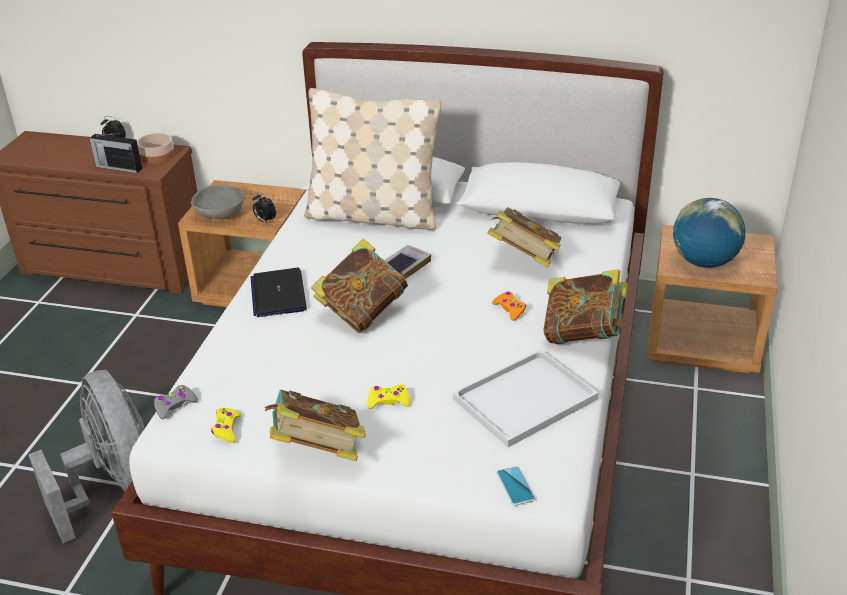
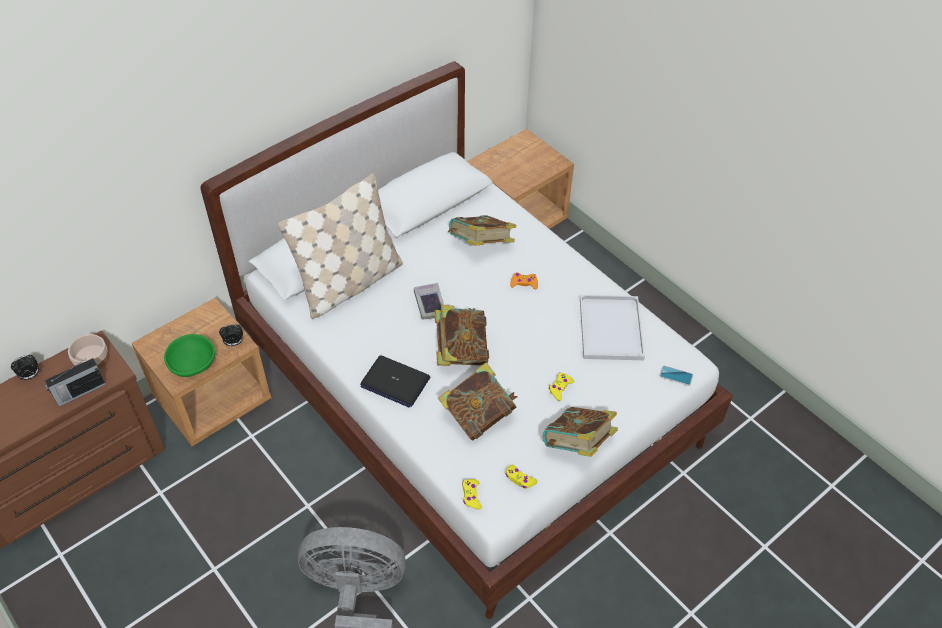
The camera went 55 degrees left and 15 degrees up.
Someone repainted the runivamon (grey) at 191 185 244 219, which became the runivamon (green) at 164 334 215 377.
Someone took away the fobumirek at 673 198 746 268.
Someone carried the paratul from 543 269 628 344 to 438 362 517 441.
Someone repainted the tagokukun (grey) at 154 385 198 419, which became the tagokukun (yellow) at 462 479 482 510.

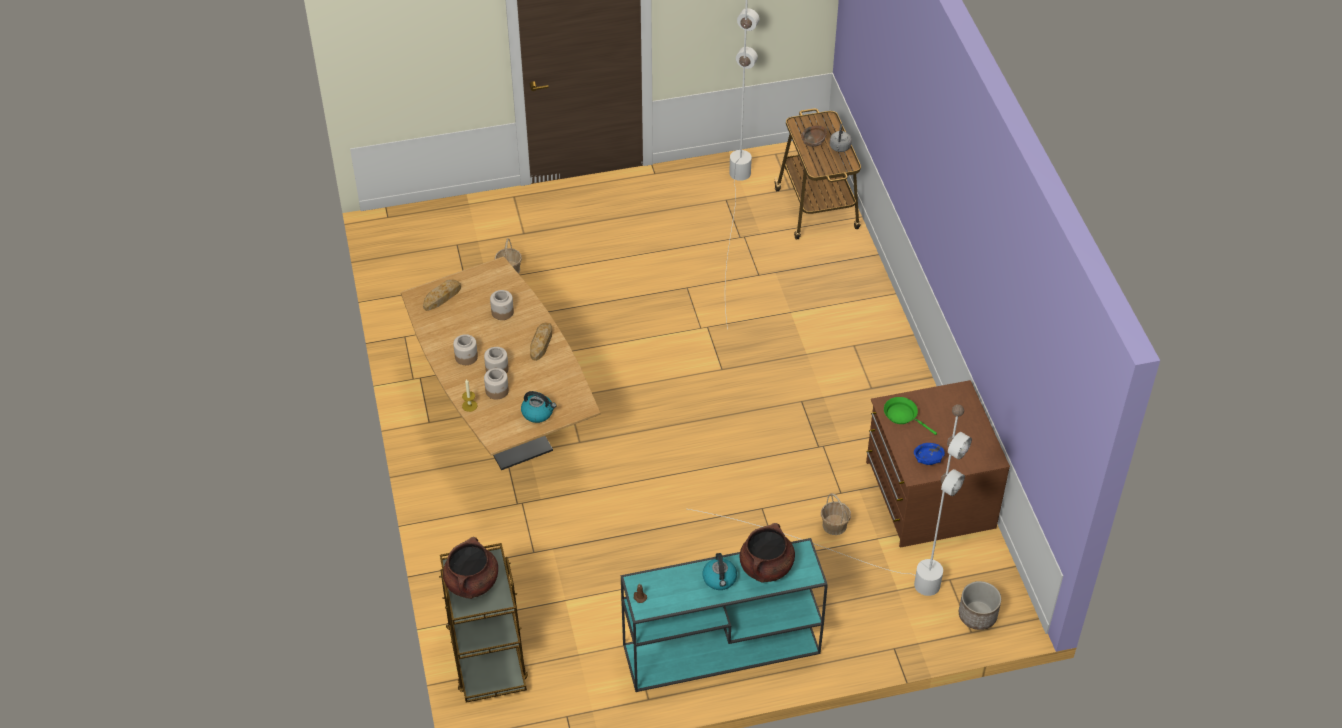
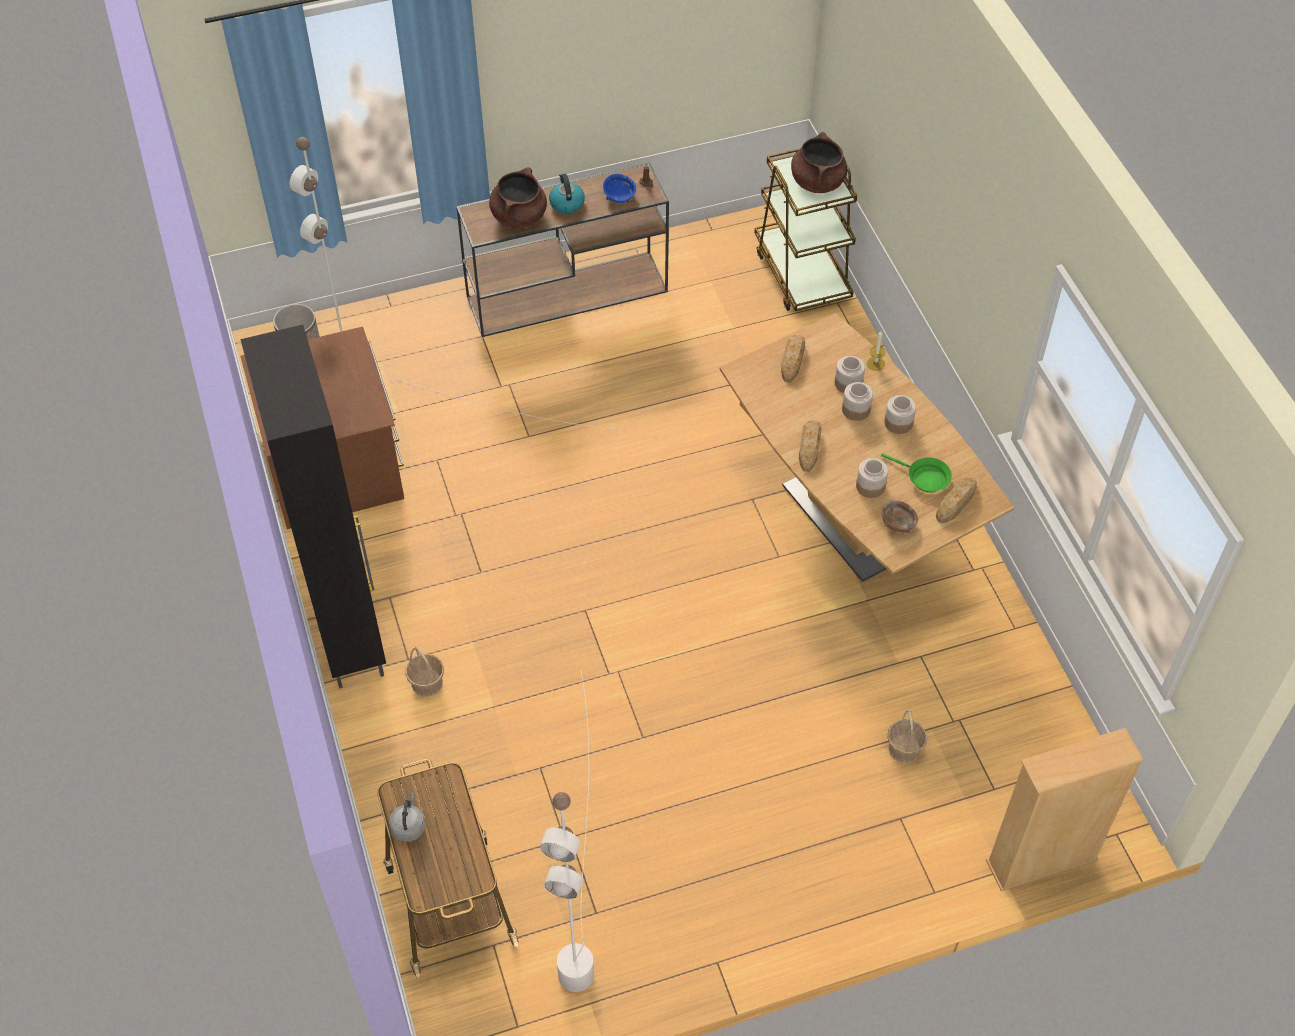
The camera went 175 degrees right and 5 degrees up.
Someone carried the runivamon (brown) from 801 125 827 147 to 882 500 918 534.
Someone swapped the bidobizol at 521 391 556 423 for the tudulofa at 781 335 805 383.
Someone carried the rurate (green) from 884 397 937 435 to 881 453 952 493.
Someone carried the runivamon (blue) from 914 443 945 465 to 603 174 636 203.
Someone carried the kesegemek from 821 493 851 535 to 405 647 444 697.
Someone repainted the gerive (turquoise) at 621 538 828 692, which became the gerive (brown) at 456 162 669 337.
Someone put down the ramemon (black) at 240 325 386 689.
Someone put down the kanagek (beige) at 986 728 1144 891.

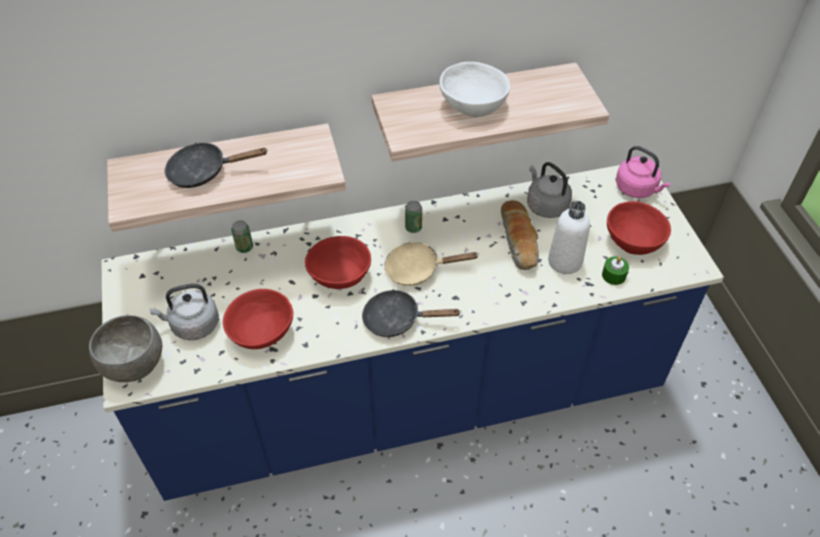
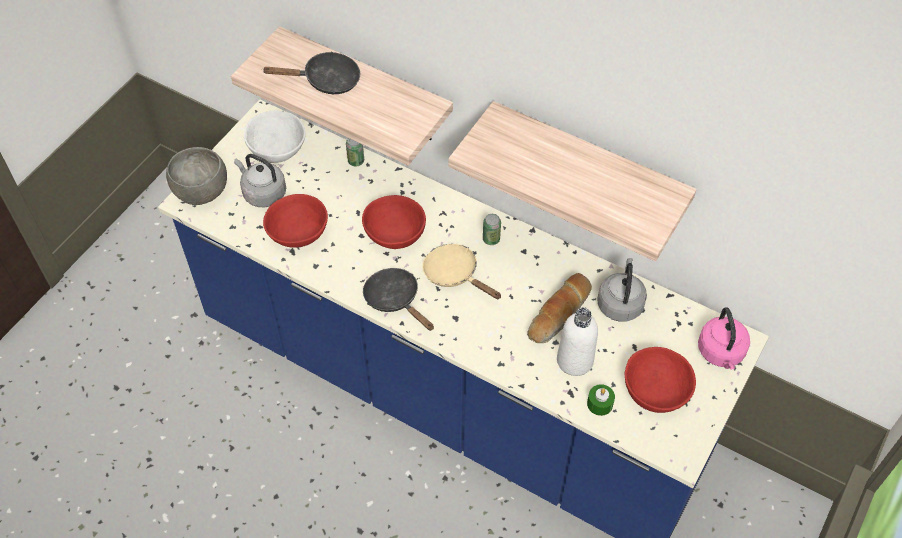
The camera went 45 degrees right and 5 degrees up.
Someone carried the runivamon (white) from 439 62 510 117 to 244 110 305 163.
Someone rotated the rurate (black) at 165 143 267 188 by 135 degrees clockwise.

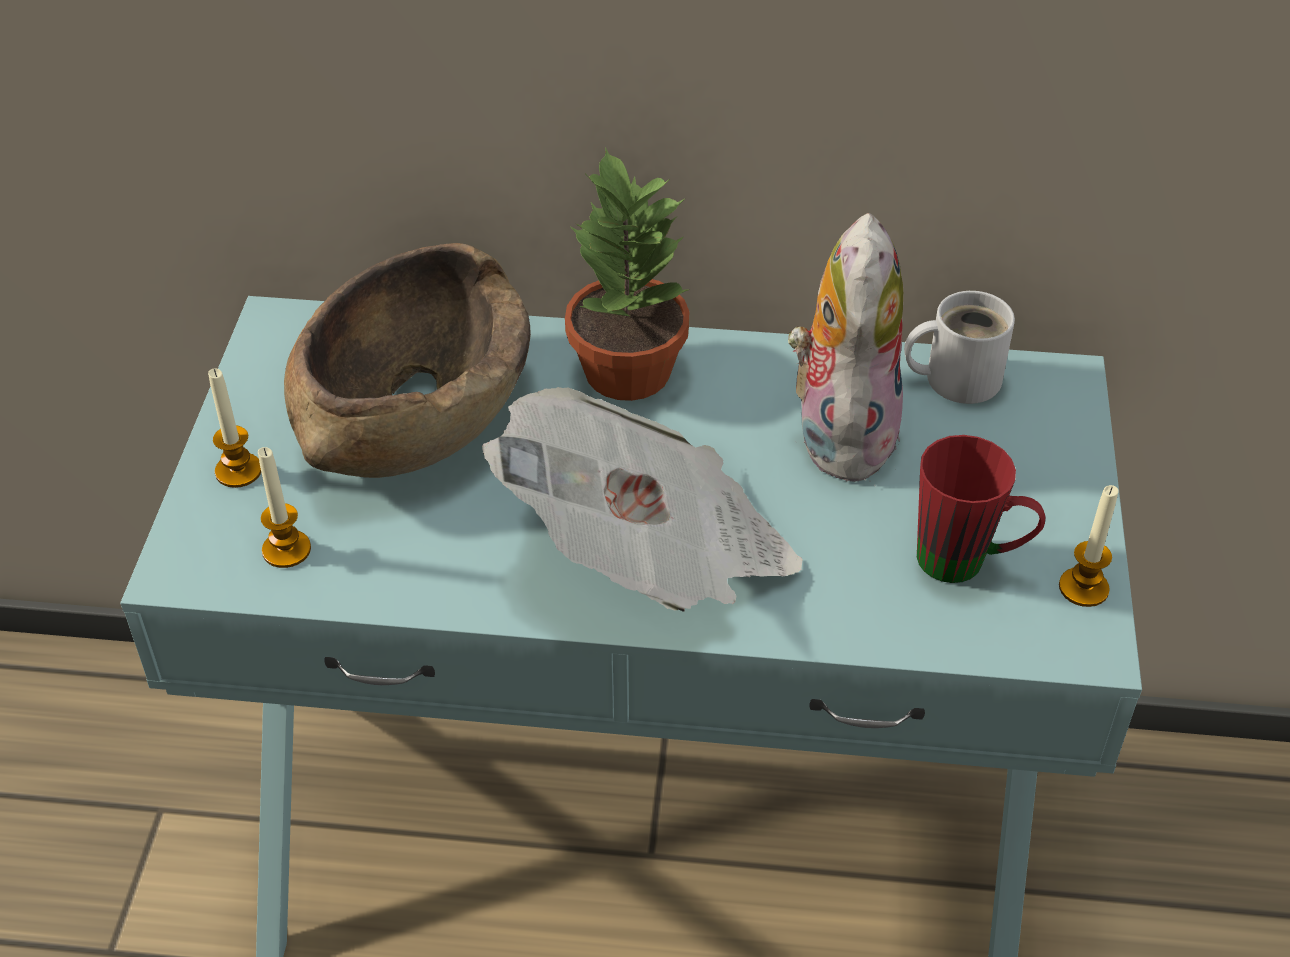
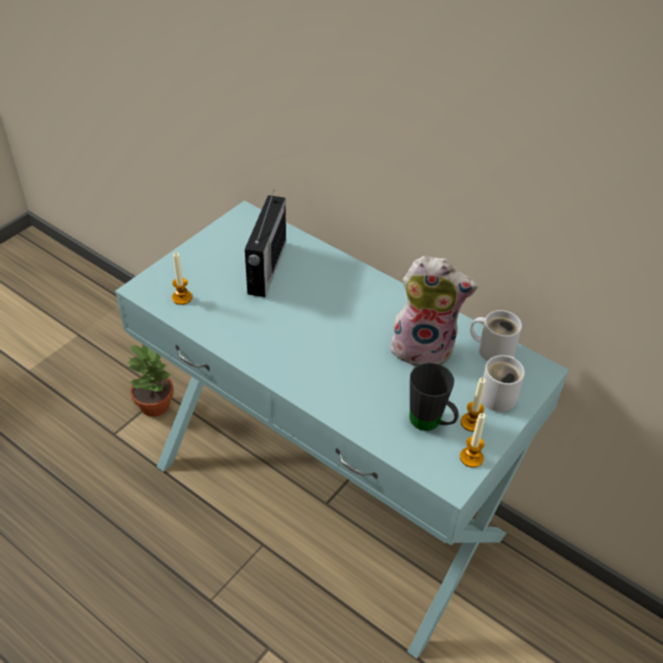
The camera went 30 degrees right and 0 degrees up.
Someone carried the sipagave from 565 147 689 401 to 128 345 174 417.
Someone rotated the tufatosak at 788 213 903 486 by 60 degrees clockwise.
Someone swapped the runivamon (brown) at 284 243 531 478 for the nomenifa at 245 191 286 297.
Someone carried the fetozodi from 208 368 261 488 to 461 377 486 432.
Someone took away the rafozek at 482 387 803 612.
Someone repainted the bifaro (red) at 917 435 1045 583, which became the bifaro (black) at 410 363 459 431.
Someone put down the bifaro (white) at 481 355 525 412.

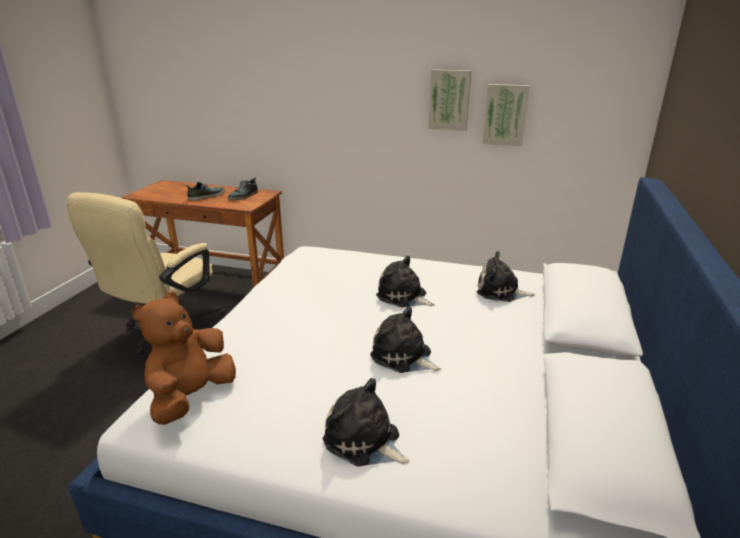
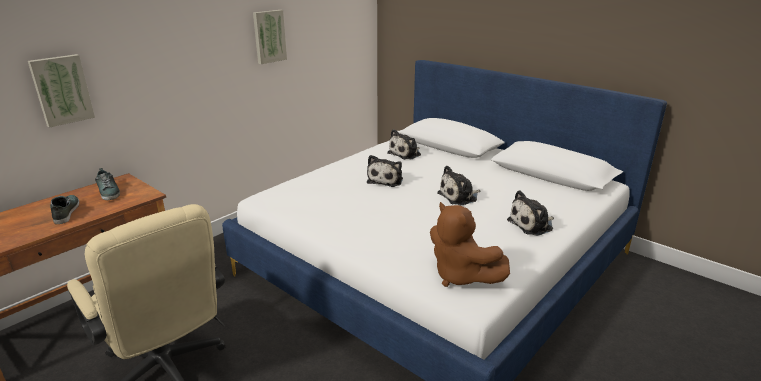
The camera went 65 degrees left and 0 degrees up.
Someone carried the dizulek from 483 84 529 146 to 28 54 95 128.
Someone rotated the tufatosak at 376 256 435 308 by 45 degrees counterclockwise.

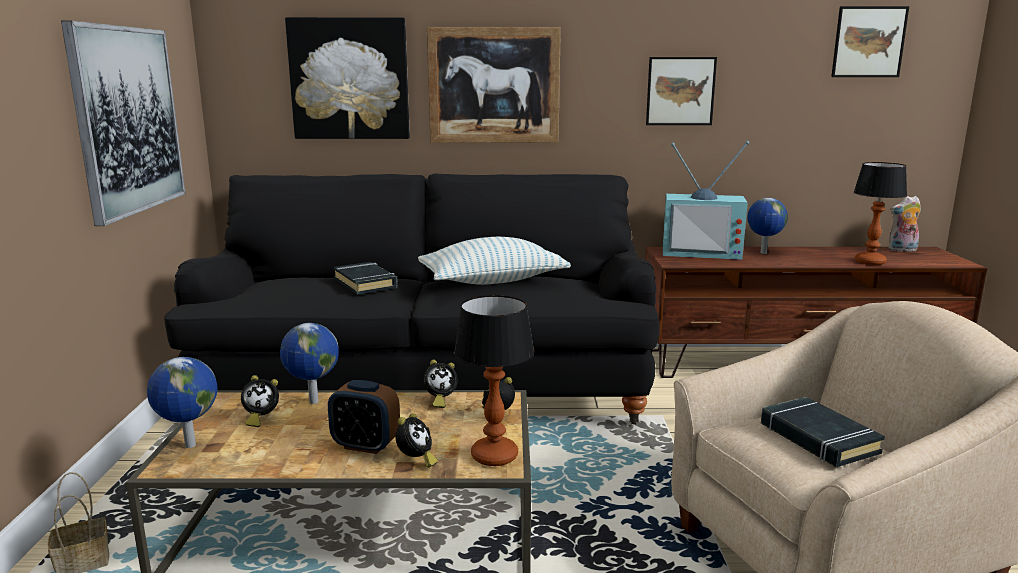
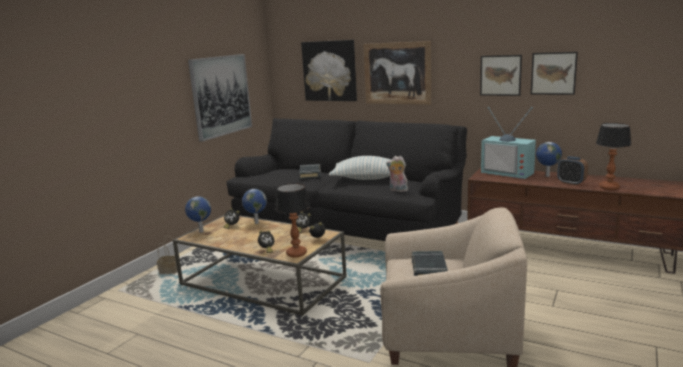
The camera went 30 degrees right and 0 degrees up.
Someone carried the dizulek from 831 6 909 77 to 531 52 578 95.
Someone carried the tufatosak from 888 196 921 252 to 386 156 408 192.
Someone carried the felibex from 328 380 400 454 to 557 156 588 185.

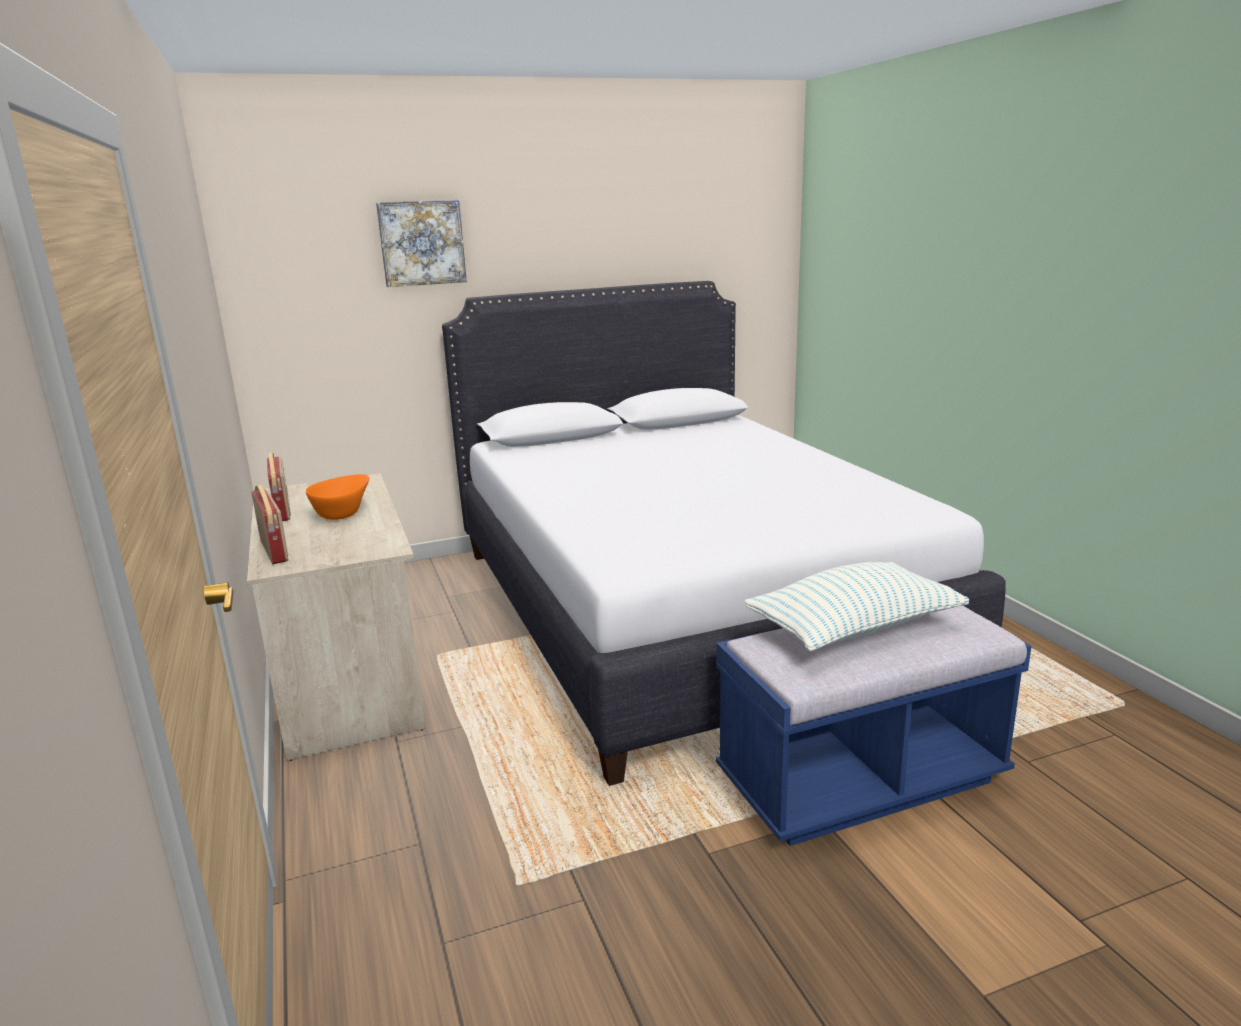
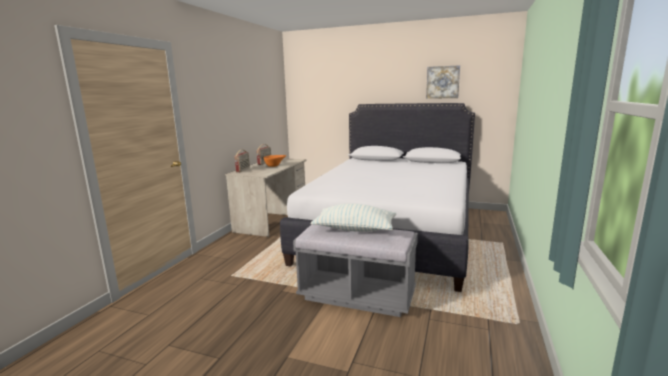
The camera went 40 degrees right and 5 degrees down.
Someone carried the dizulek from 376 200 467 287 to 426 65 460 99.
Someone repainted the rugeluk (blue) at 716 606 1031 846, which became the rugeluk (grey) at 293 225 418 317.

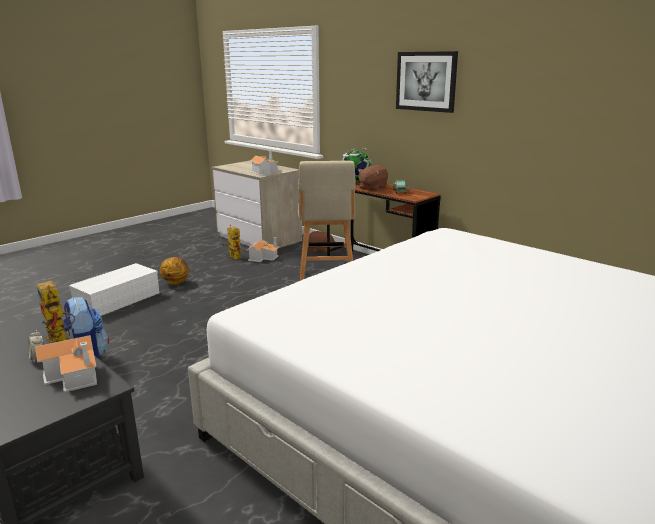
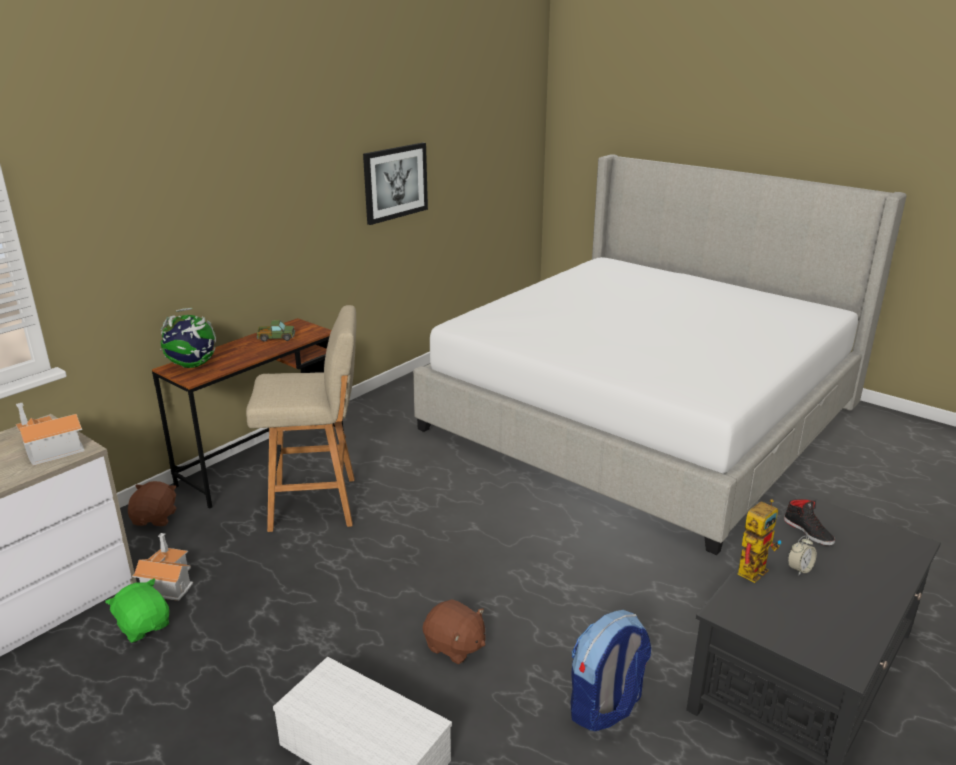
The camera went 95 degrees left and 5 degrees up.
Someone carried the dizulek from 396 51 458 113 to 363 143 428 225.
Someone carried the tufatosak (brown) from 358 165 388 191 to 423 599 486 664.
Someone swapped the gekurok at 222 225 242 260 for the tufatosak (green) at 105 579 169 643.
Someone took away the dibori at 160 257 189 285.
Someone swapped the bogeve at 35 335 97 393 for the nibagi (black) at 784 499 835 546.

